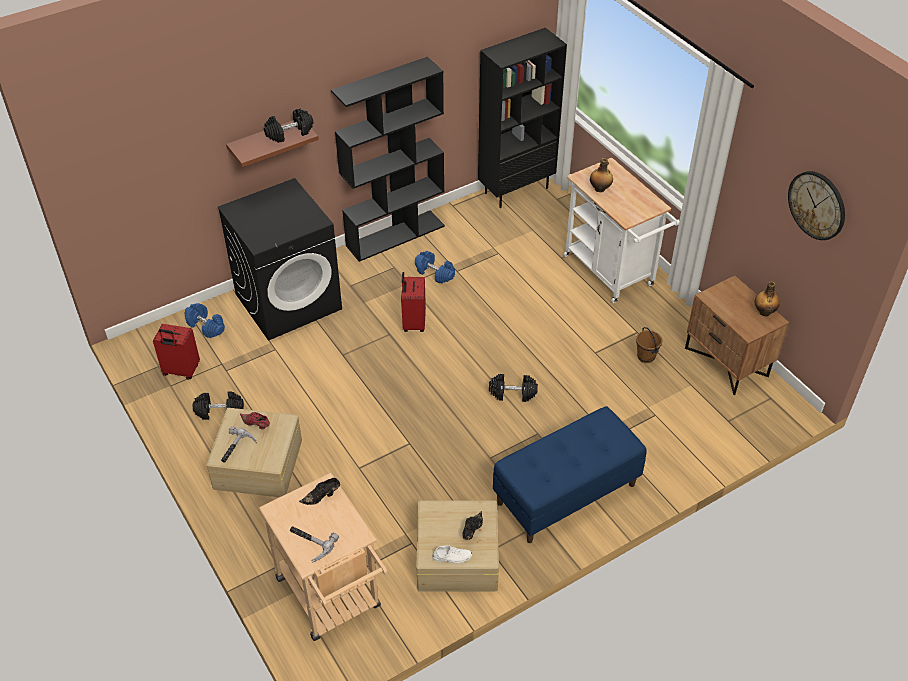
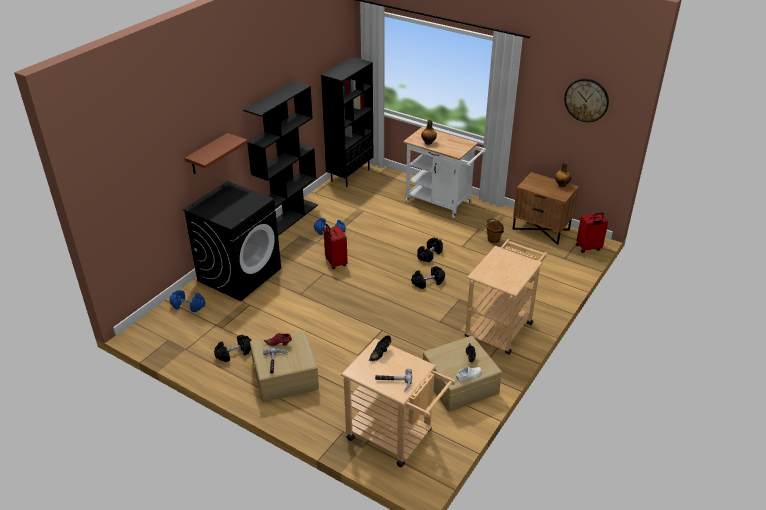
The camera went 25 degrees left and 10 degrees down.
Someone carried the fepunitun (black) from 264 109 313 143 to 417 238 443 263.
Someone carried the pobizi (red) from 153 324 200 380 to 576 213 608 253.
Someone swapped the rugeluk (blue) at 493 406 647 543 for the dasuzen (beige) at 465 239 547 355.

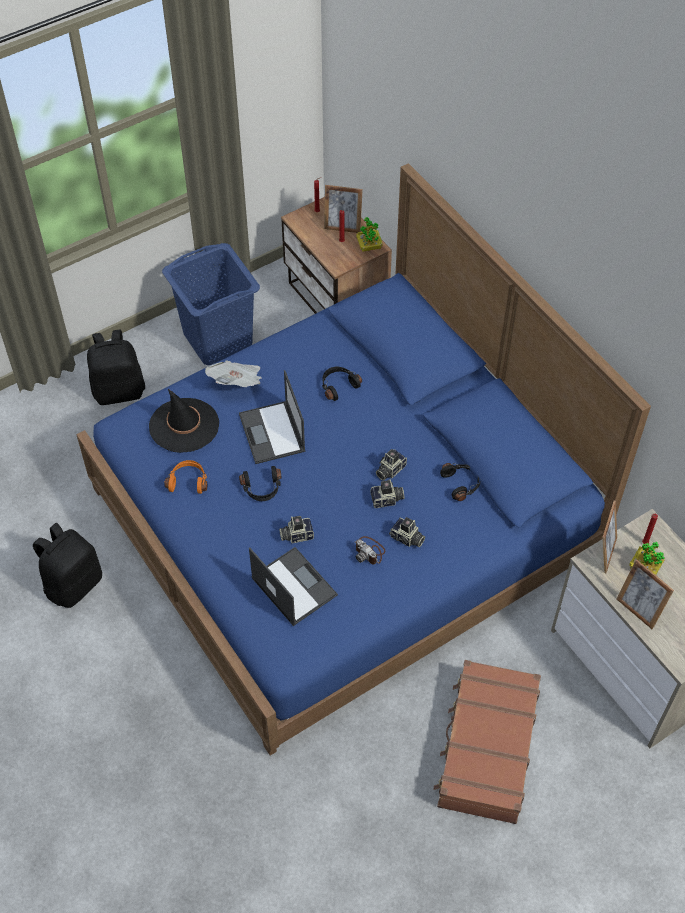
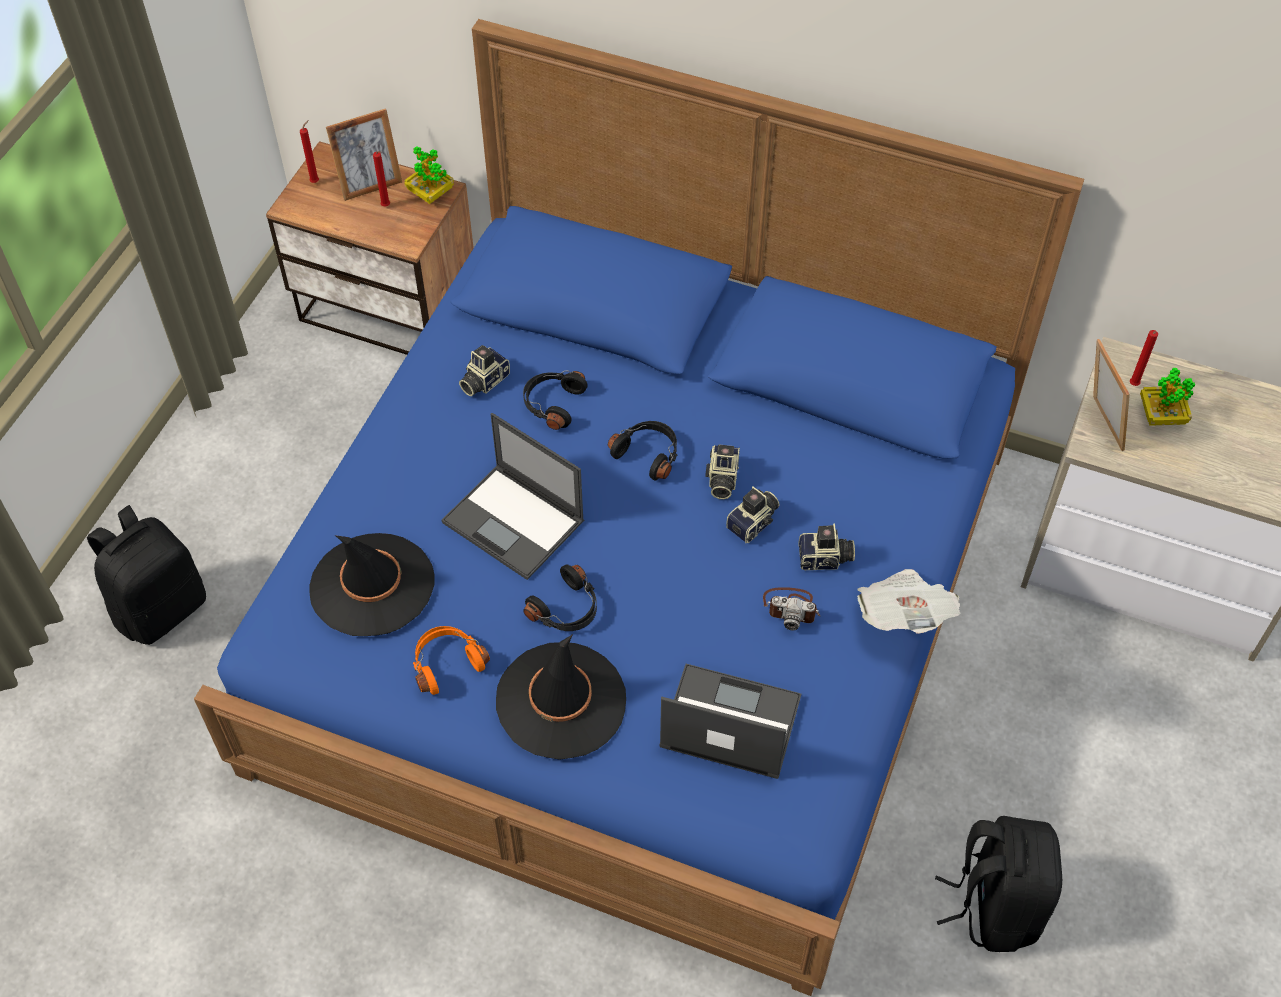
The camera went 35 degrees left and 0 degrees up.
Someone took away the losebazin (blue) at 162 243 260 365.
Someone carried the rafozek from 205 360 262 387 to 857 569 960 634.
Someone carried the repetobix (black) from 440 463 481 501 to 608 421 677 480.
Someone carried the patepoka from 279 516 314 543 to 459 345 510 396.
Someone carried the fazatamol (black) from 33 523 102 608 to 935 816 1062 952.
Someone took away the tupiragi at 616 560 674 629.
Someone took away the pobizi (brown) at 433 660 541 824.
Someone put down the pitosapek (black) at 496 634 626 760.

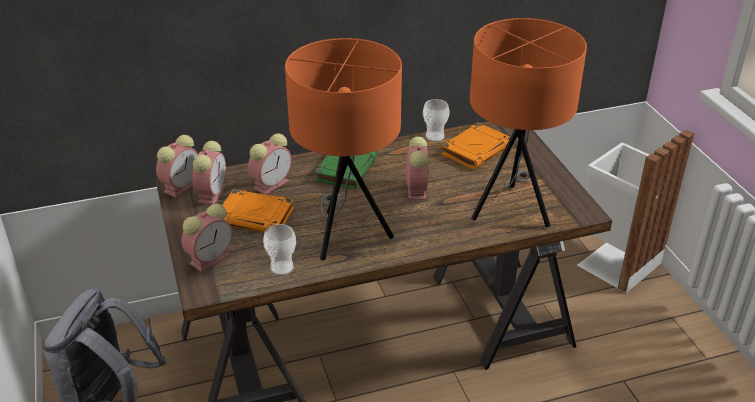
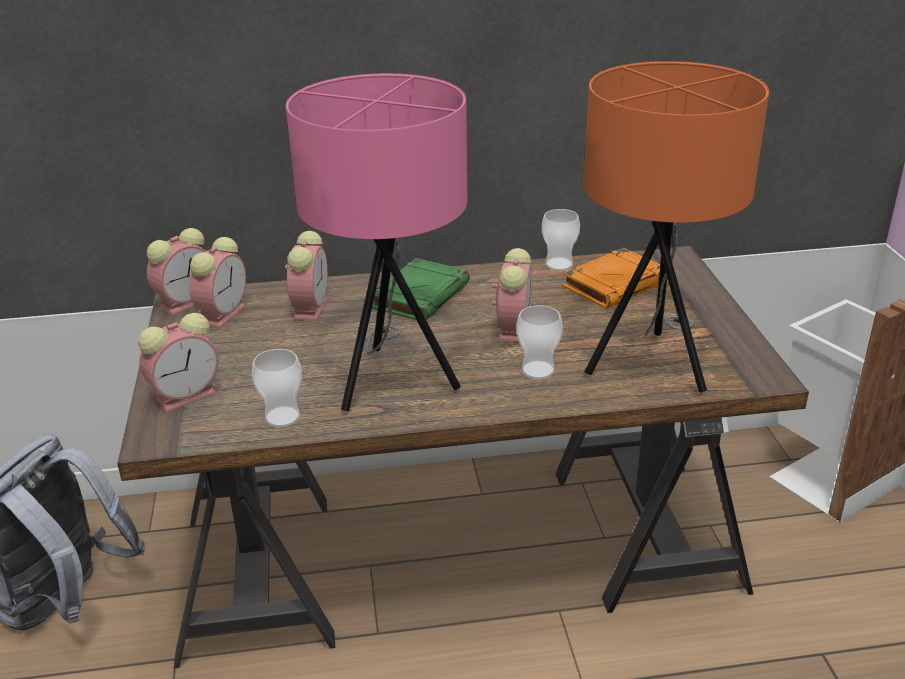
The camera went 10 degrees right and 5 degrees down.
Someone repainted the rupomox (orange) at 285 38 402 260, which became the rupomox (pink) at 286 73 467 411.
Someone rotated the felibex at 248 133 292 195 by 45 degrees counterclockwise.
Someone took away the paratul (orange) at 222 189 294 233.
Someone put down the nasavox at 516 305 563 379.

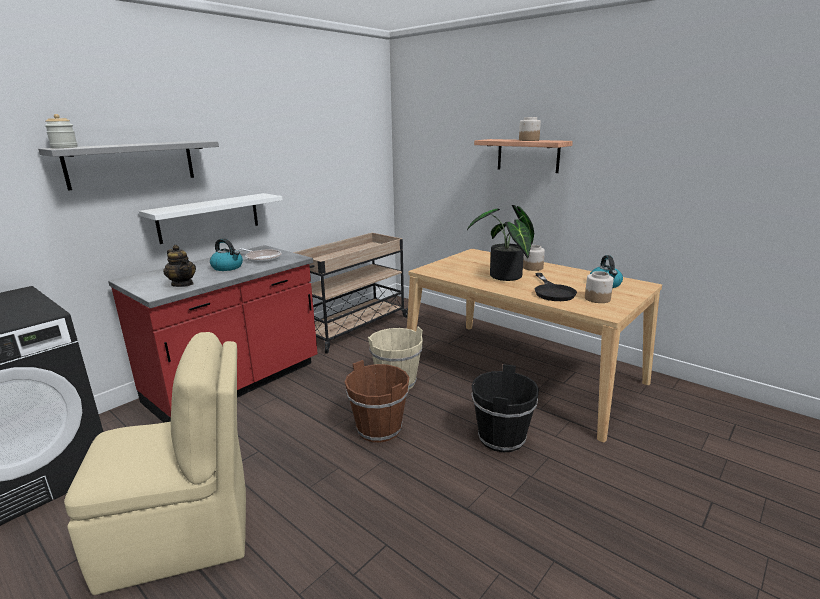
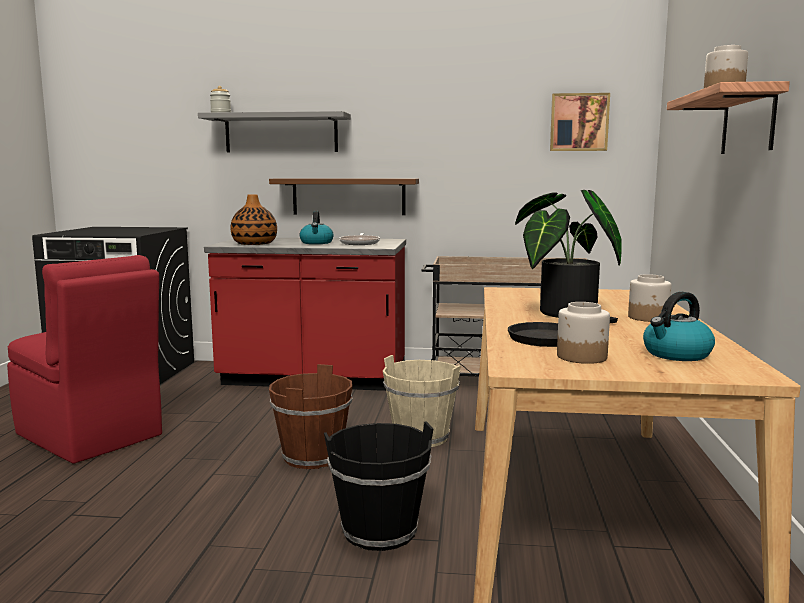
The camera went 55 degrees right and 10 degrees down.
Someone repainted the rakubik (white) at 139 193 282 244, which became the rakubik (brown) at 269 178 419 215.
Someone swapped the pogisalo at 163 245 196 287 for the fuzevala at 230 194 277 245.
Someone repainted the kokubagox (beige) at 64 332 246 595, which became the kokubagox (red) at 7 255 162 463.
Someone put up the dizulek at 550 93 610 151.

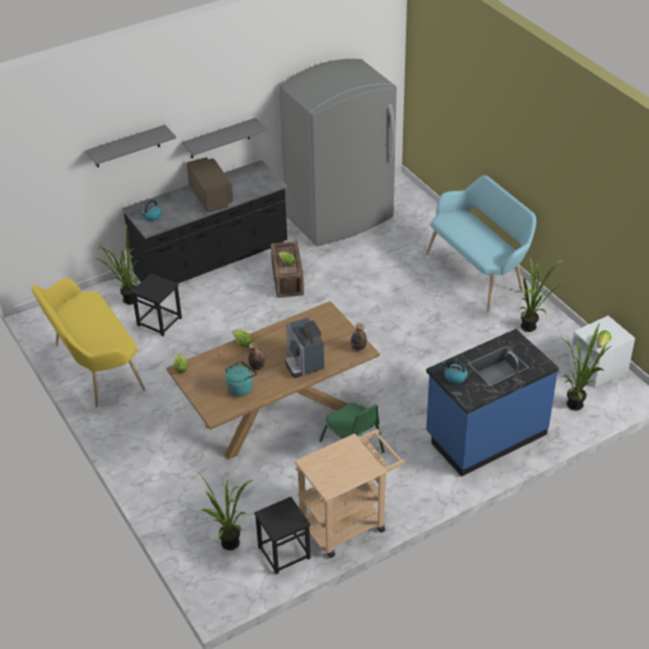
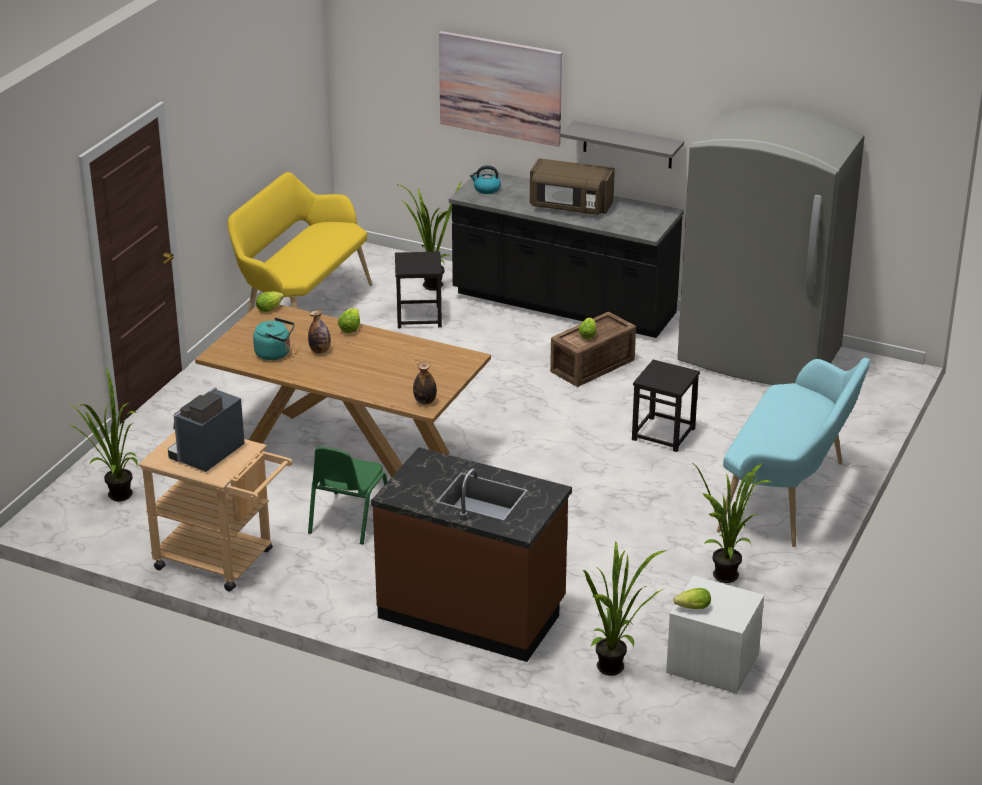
The camera went 55 degrees right and 10 degrees down.
Someone swapped the rakubik (grey) at 86 125 176 167 for the dizulek at 439 31 562 147.
Someone rotated the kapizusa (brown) at 187 157 233 213 by 75 degrees clockwise.
Someone carried the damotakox from 285 318 324 378 to 168 387 245 472.
Someone repainted the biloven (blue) at 426 329 559 477, which became the biloven (brown) at 371 447 572 662.
Someone took away the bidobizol at 442 360 468 384.
Someone carried the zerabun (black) from 254 497 311 574 to 632 359 700 452.

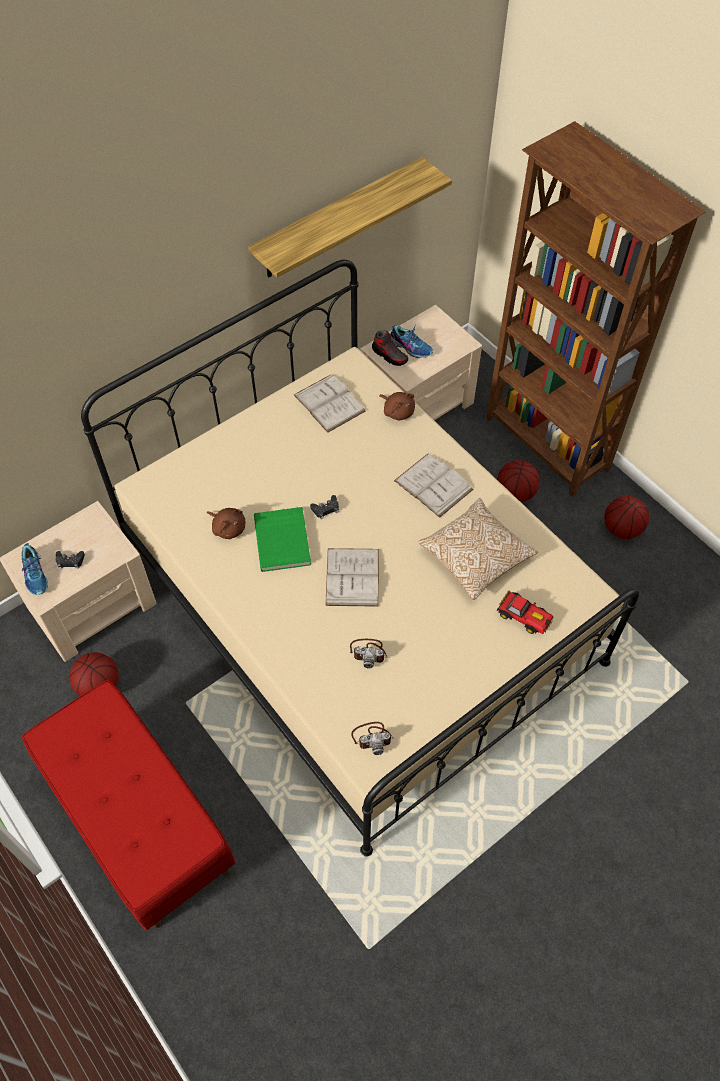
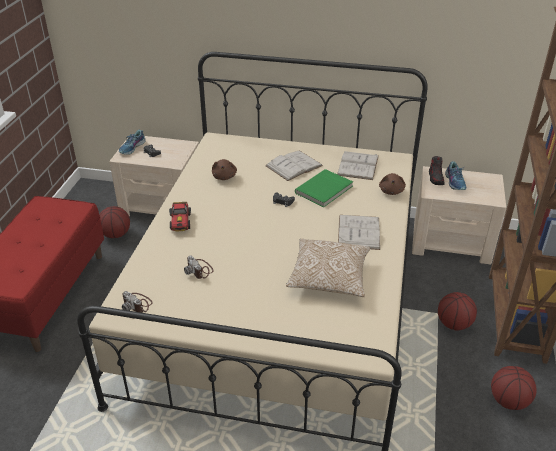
The camera went 50 degrees right and 20 degrees down.
Someone took away the rakubik at 248 157 452 278.
Someone carried the paratul (green) from 254 507 311 572 to 295 169 353 207.
Someone carried the paratul (white) from 325 548 379 607 to 266 150 323 181.
Someone carried the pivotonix from 497 590 553 634 to 169 202 191 232.

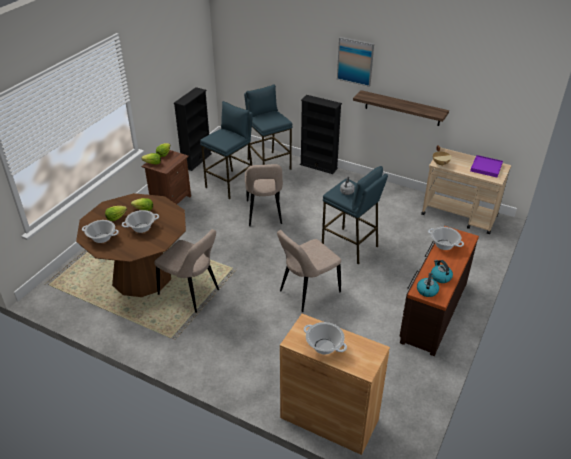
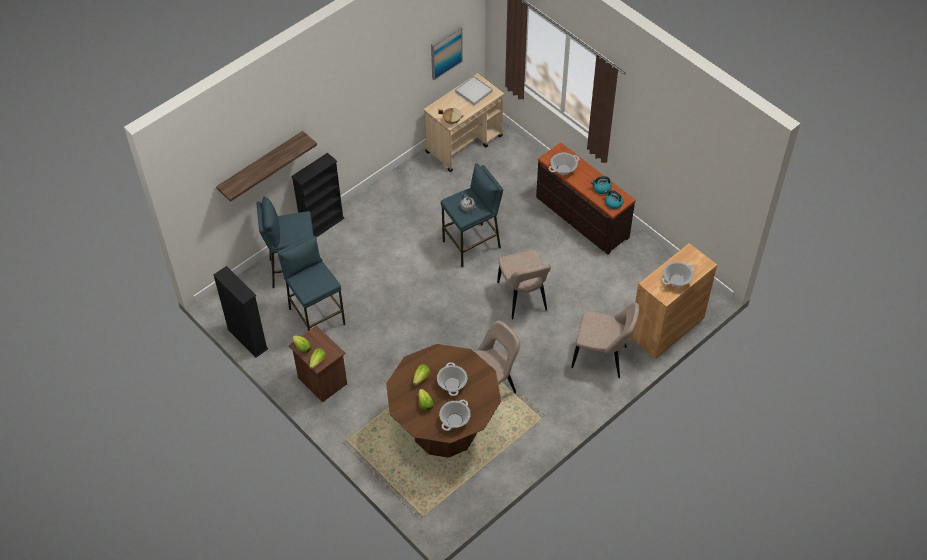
The camera went 70 degrees left and 15 degrees up.
Someone carried the dizulek from 337 37 374 87 to 431 26 463 80.
Someone carried the rakubik from 353 90 449 126 to 216 131 317 202.
Someone repainted the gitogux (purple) at 470 155 503 177, which became the gitogux (white) at 455 76 493 105.
Someone carried the kokubagox (beige) from 245 164 283 226 to 571 302 639 378.

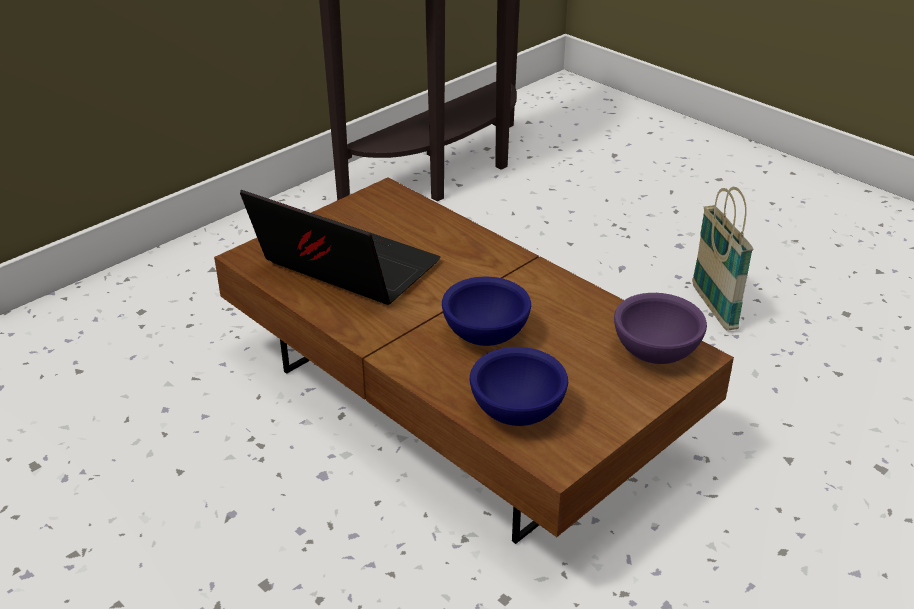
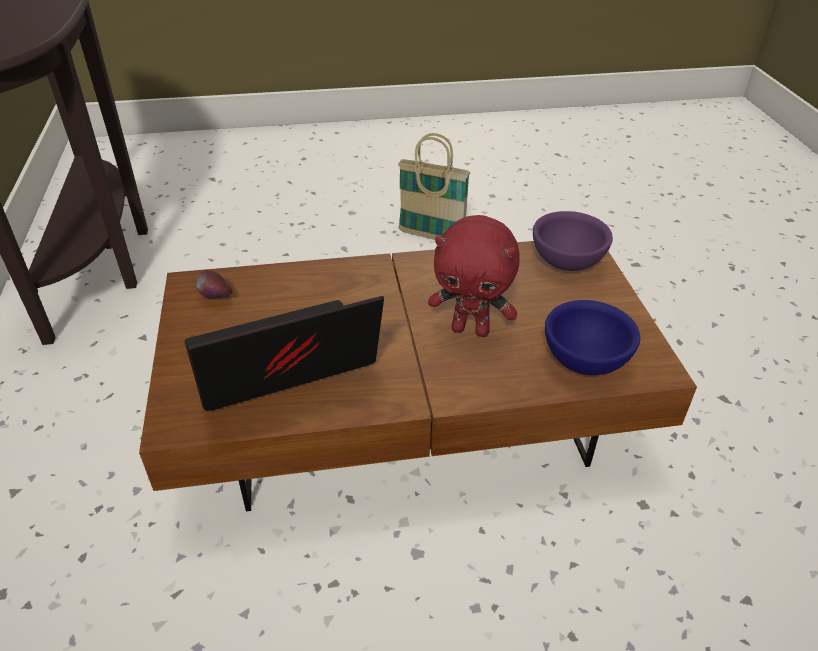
The camera went 55 degrees left and 5 degrees up.
Someone swapped the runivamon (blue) at 442 277 531 346 for the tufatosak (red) at 428 215 520 337.
Someone put down the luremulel at 196 270 233 298.

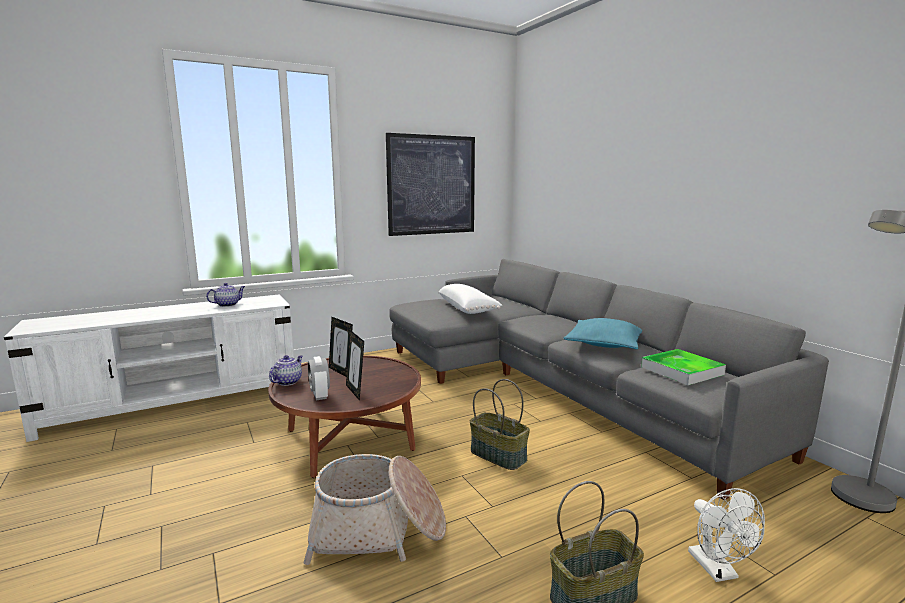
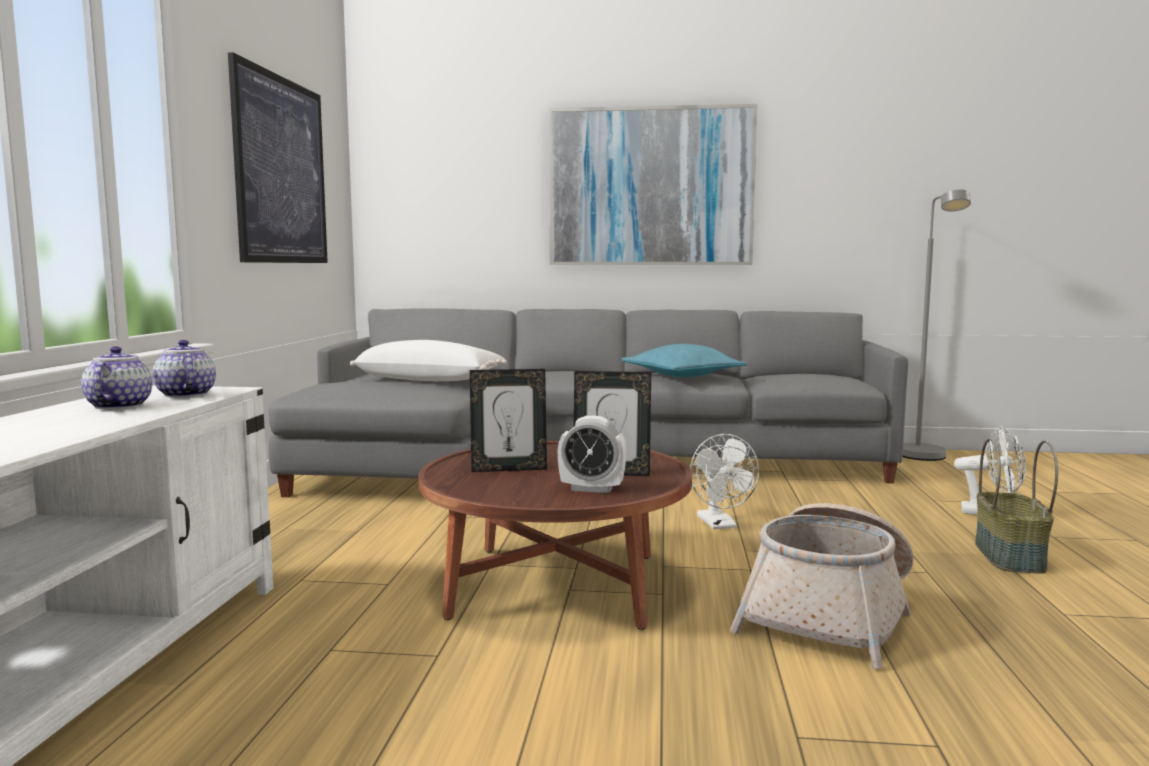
The camera went 55 degrees left and 5 degrees down.
Someone took away the gitogux at 641 349 726 385.
Someone carried the pogisalo from 269 355 303 386 to 153 340 216 398.
Someone swapped the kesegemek at 470 379 530 470 for the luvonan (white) at 690 434 759 529.
Someone put up the dizulek at 549 104 757 265.

